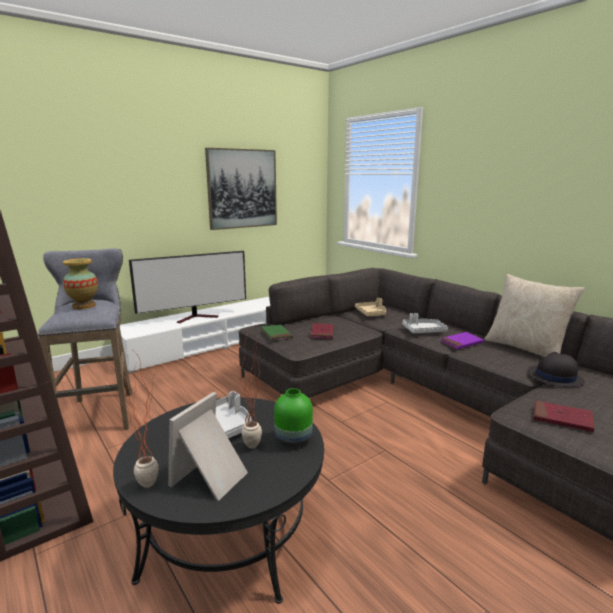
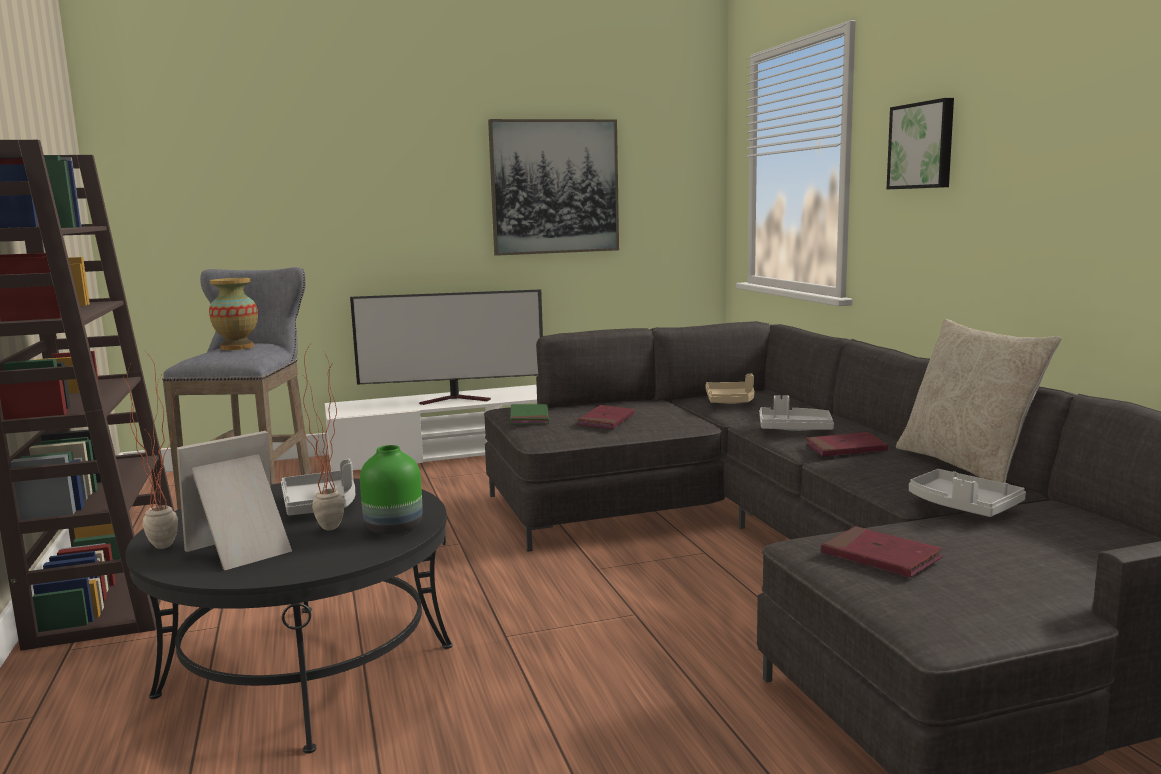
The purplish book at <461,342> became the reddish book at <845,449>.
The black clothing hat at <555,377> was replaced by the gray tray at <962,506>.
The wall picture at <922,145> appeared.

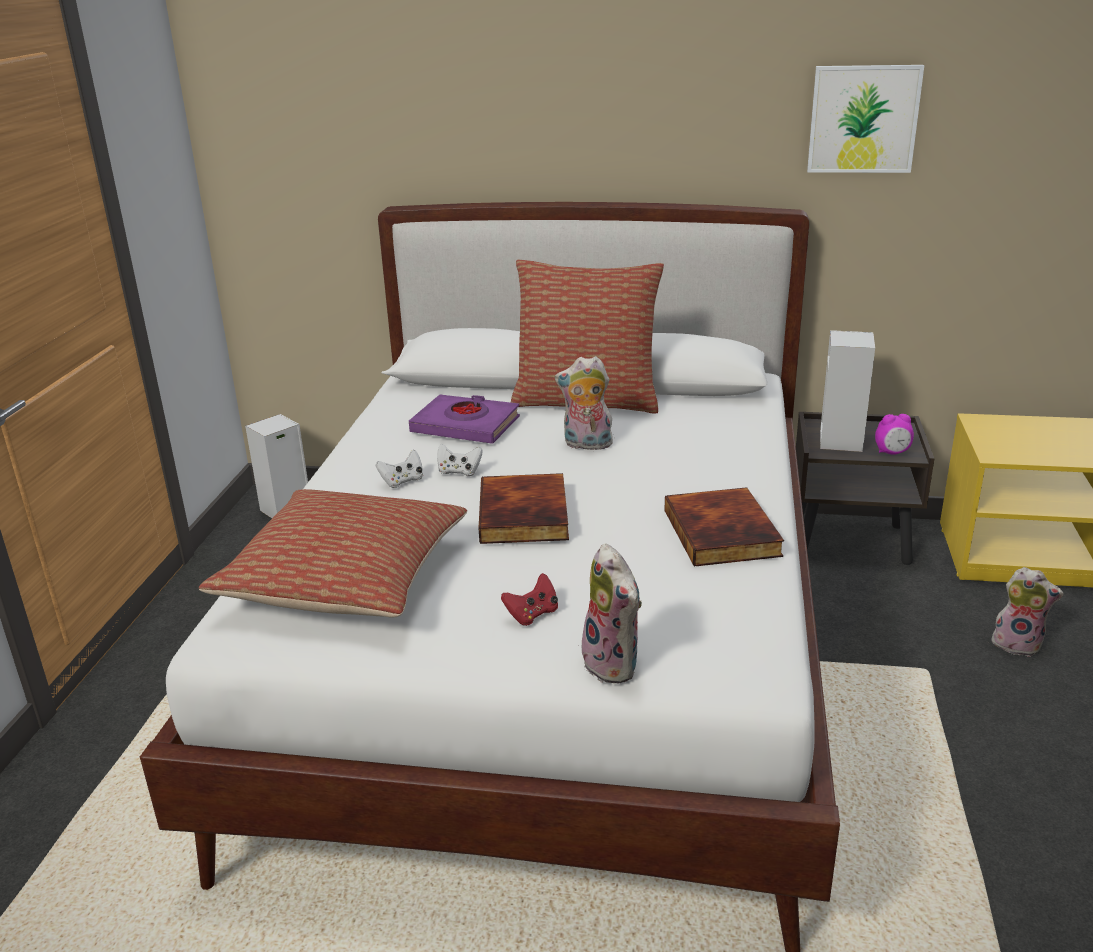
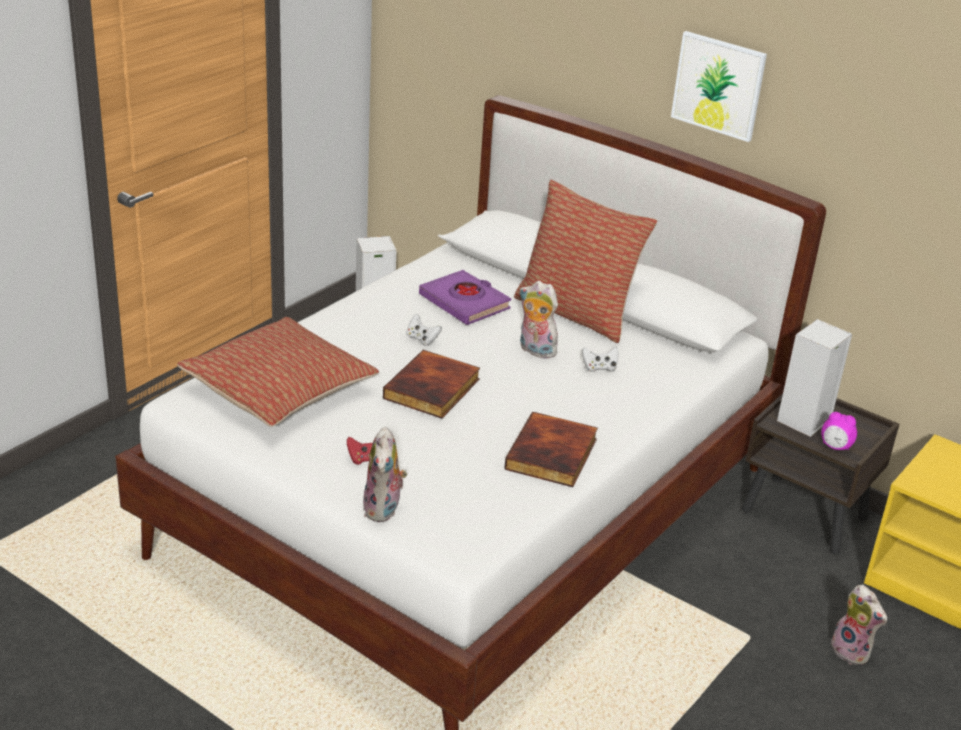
The white-coloured joypad moved from <402,481> to <599,368>.
The wall picture moved from <863,119> to <718,85>.

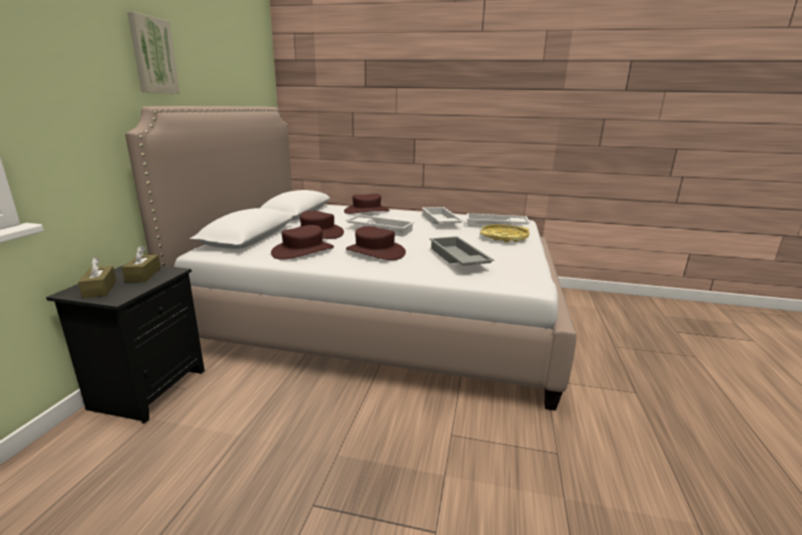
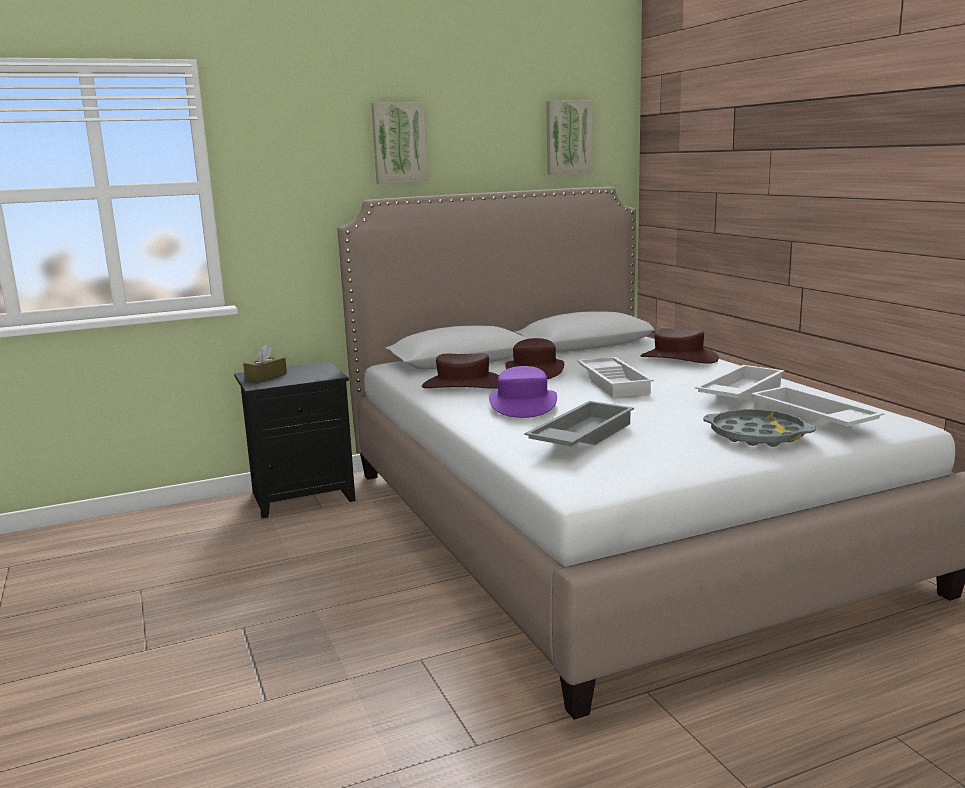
The brownish tissue holder at <143,275> disappeared.
The brownish clothing hat at <375,252> became the purplish clothing hat at <523,404>.
The yellow-coloured tray at <504,237> became the gray tray at <757,435>.
The wall picture at <568,138> appeared.

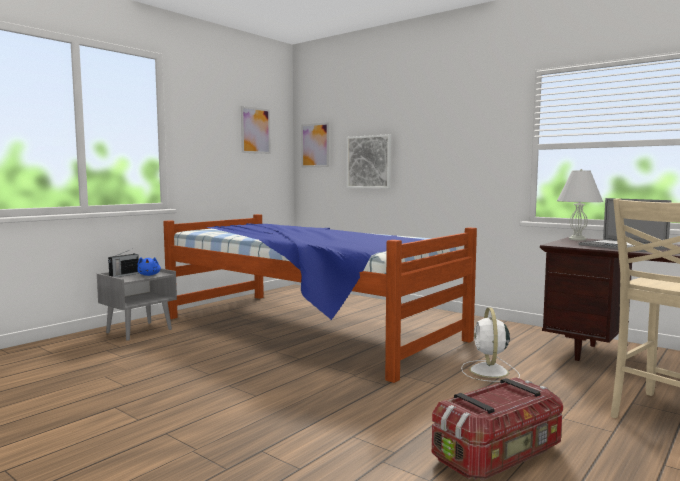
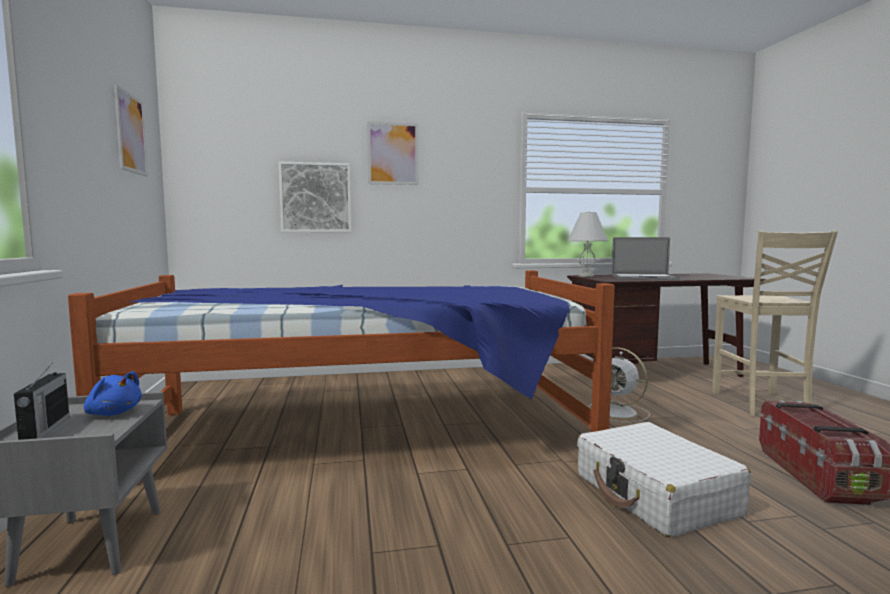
The wall picture moved from <315,145> to <393,153>.
The white-coloured travel case at <655,495> appeared.

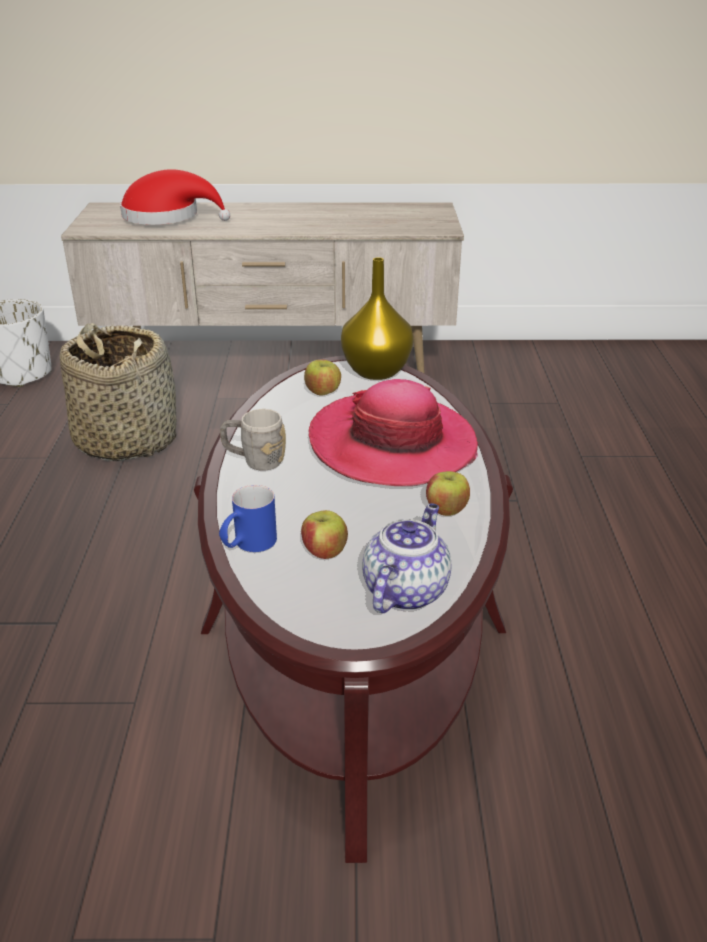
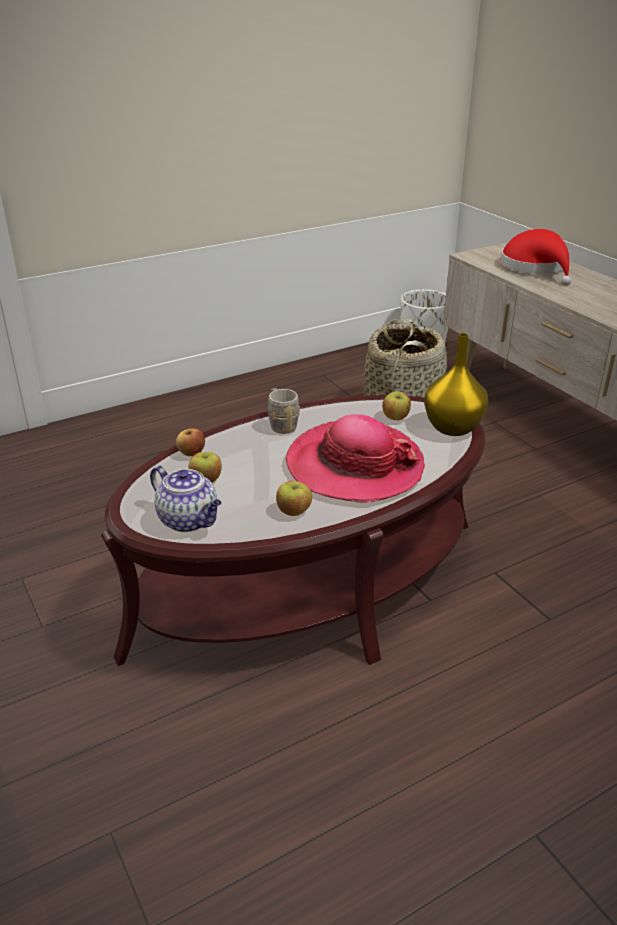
The bluish coffee mug at <248,545> was replaced by the apple fruit at <191,453>.
The pot for tea at <405,590> turned 45 degrees clockwise.

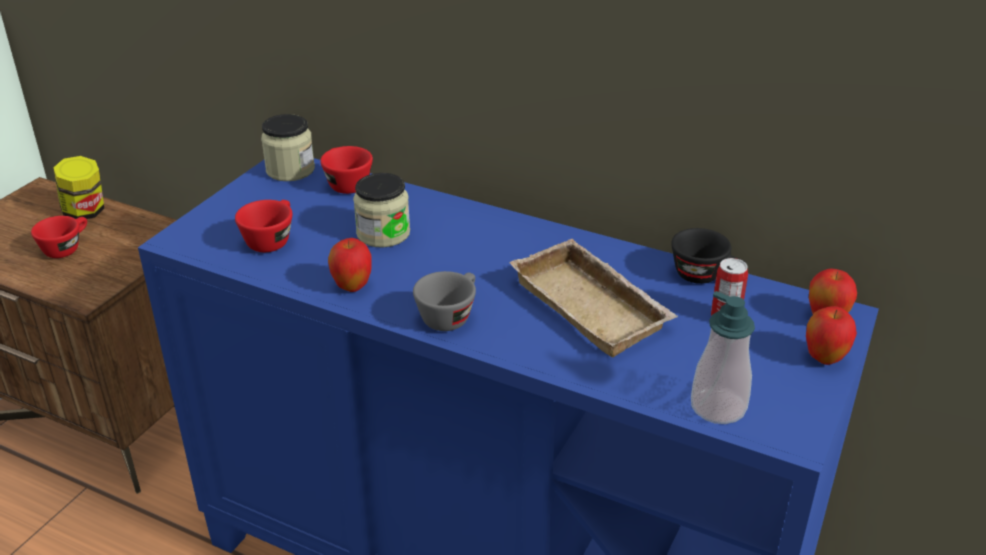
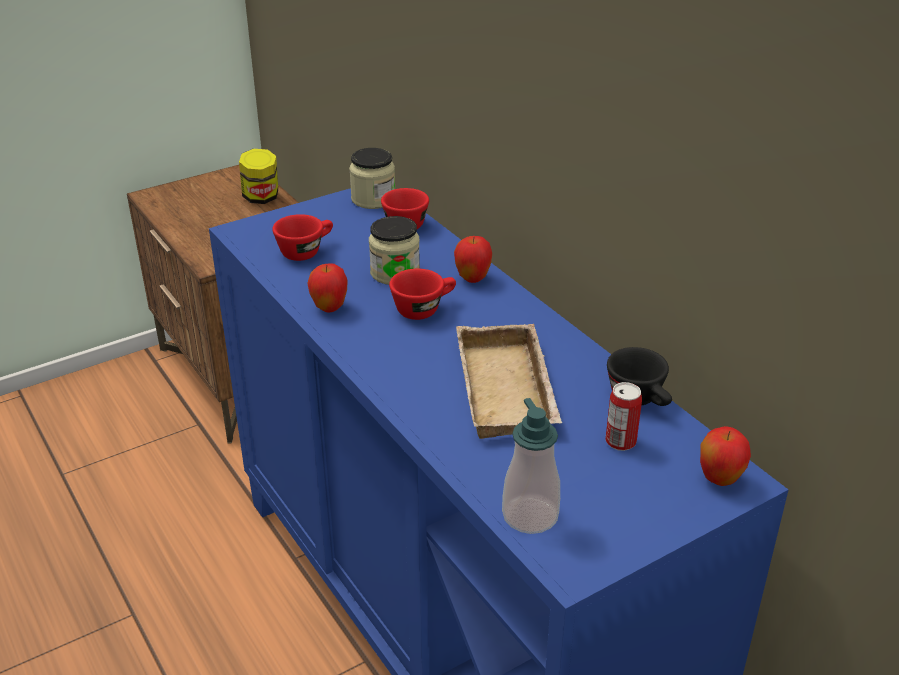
The reddish small cup moved from <66,248> to <424,309>.
The gray small cup at <449,315> disappeared.
The apple fruit moved from <824,359> to <472,279>.

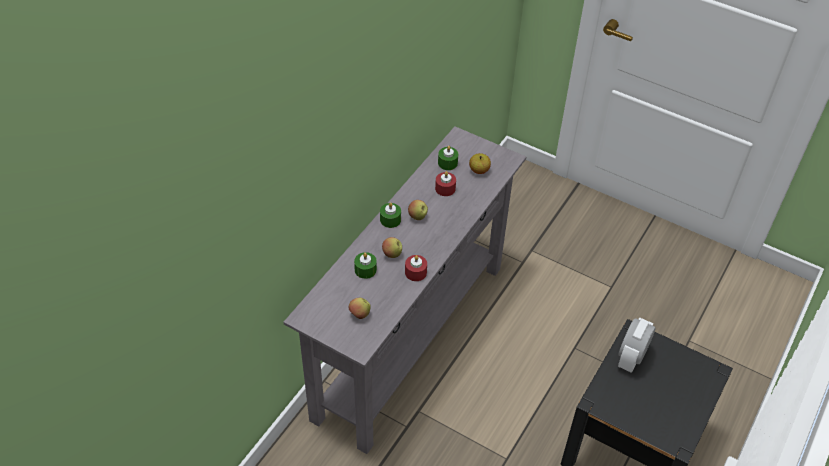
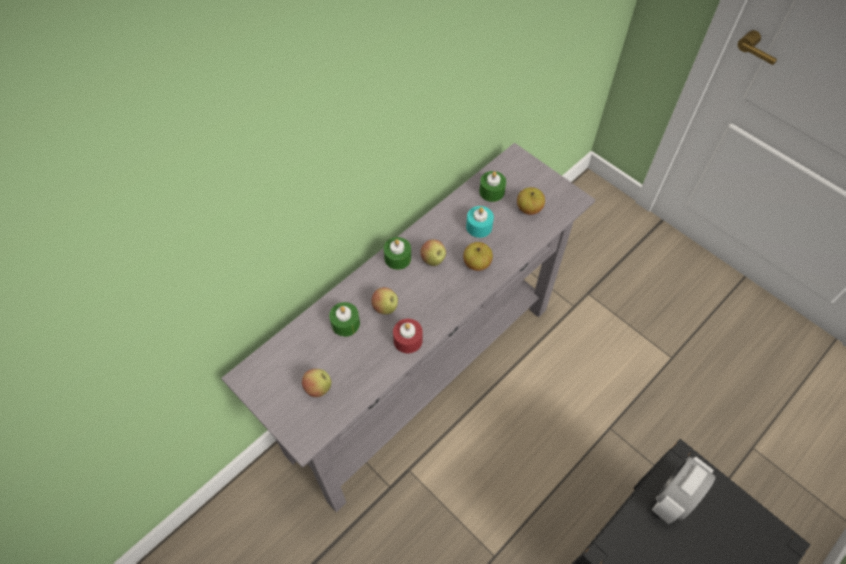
The reddish candle at <445,188> became the turquoise-coloured candle at <479,226>.
The apple fruit at <477,263> appeared.

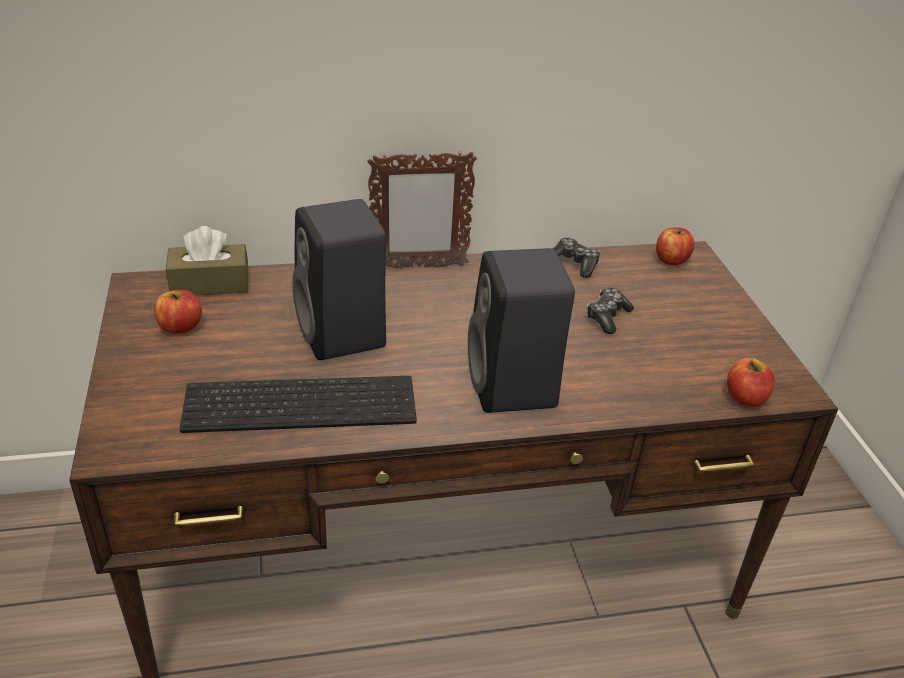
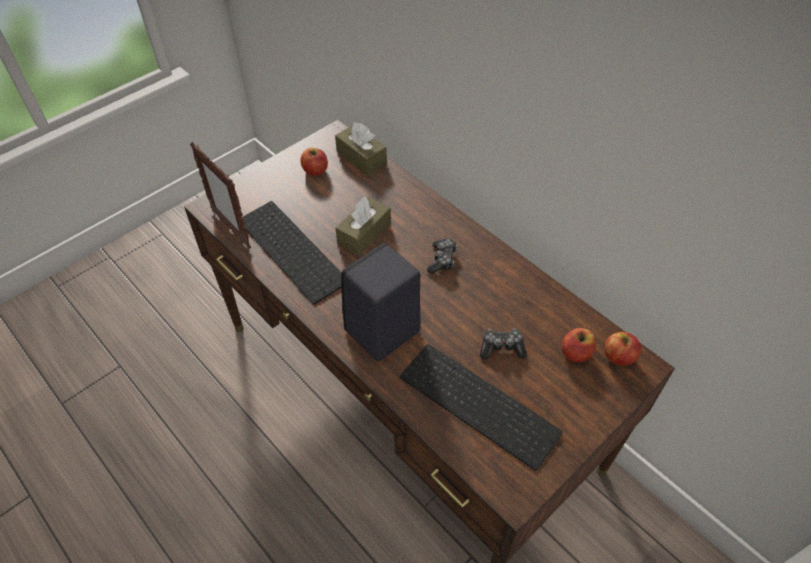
The black loudspeaker at <343,335> was replaced by the brownish tissue holder at <364,233>.
The photo frame moved from <418,267> to <231,229>.
The joypad moved from <574,264> to <442,259>.
The apple fruit moved from <745,398> to <576,353>.
The keyboard at <481,403> appeared.

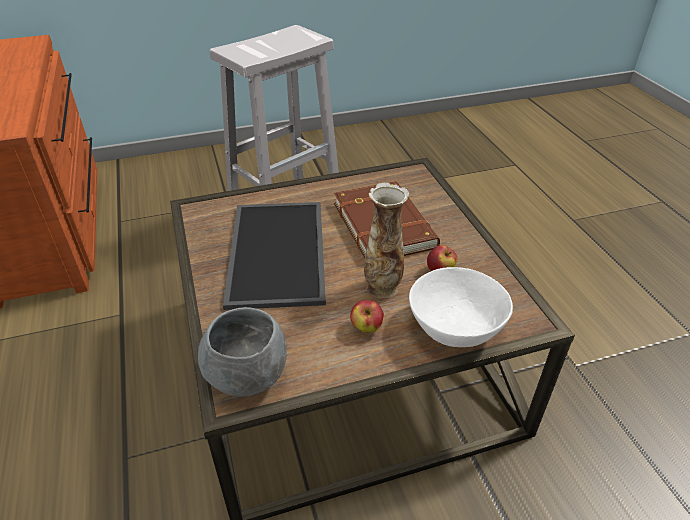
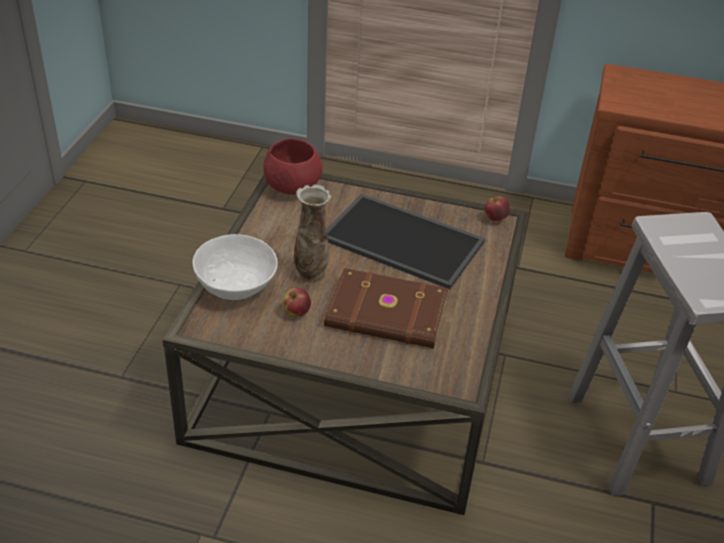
The gray bowl at <247,376> became the reddish bowl at <292,187>.
The apple fruit moved from <366,327> to <495,218>.

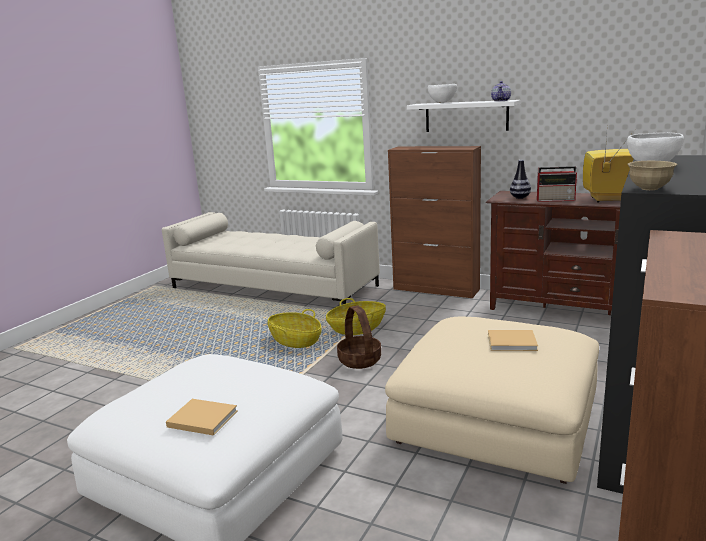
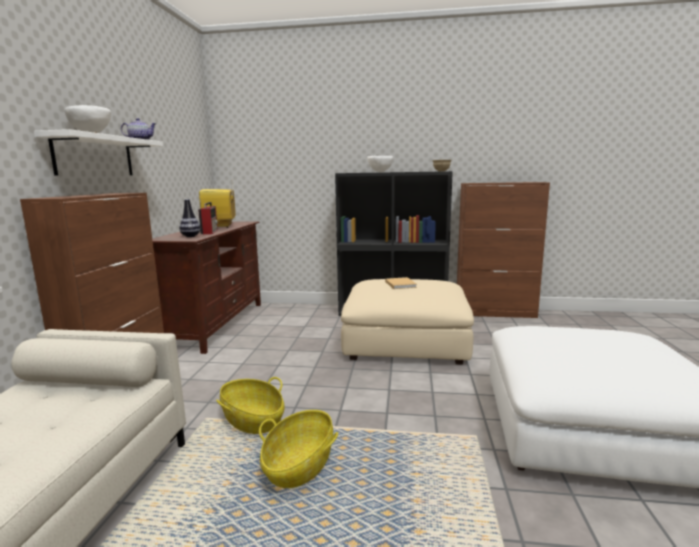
The beige-coloured book at <201,418> disappeared.
The basket at <360,360> disappeared.

